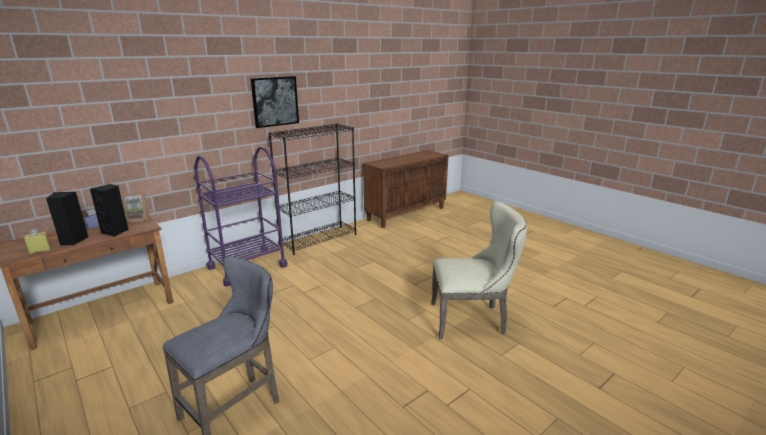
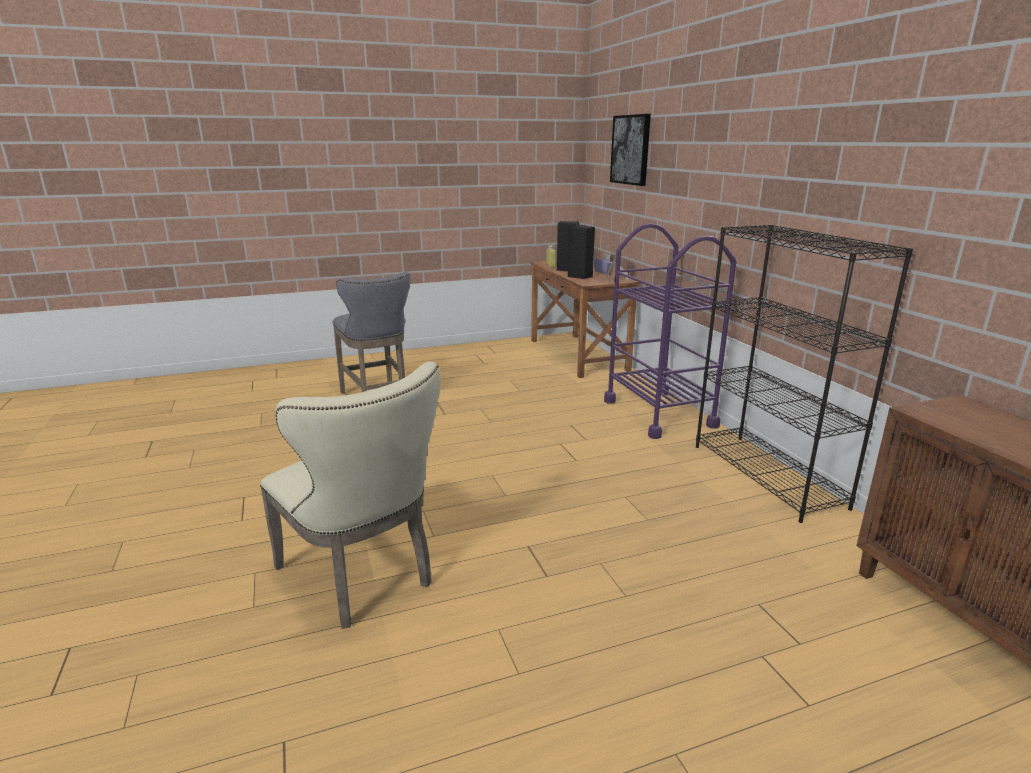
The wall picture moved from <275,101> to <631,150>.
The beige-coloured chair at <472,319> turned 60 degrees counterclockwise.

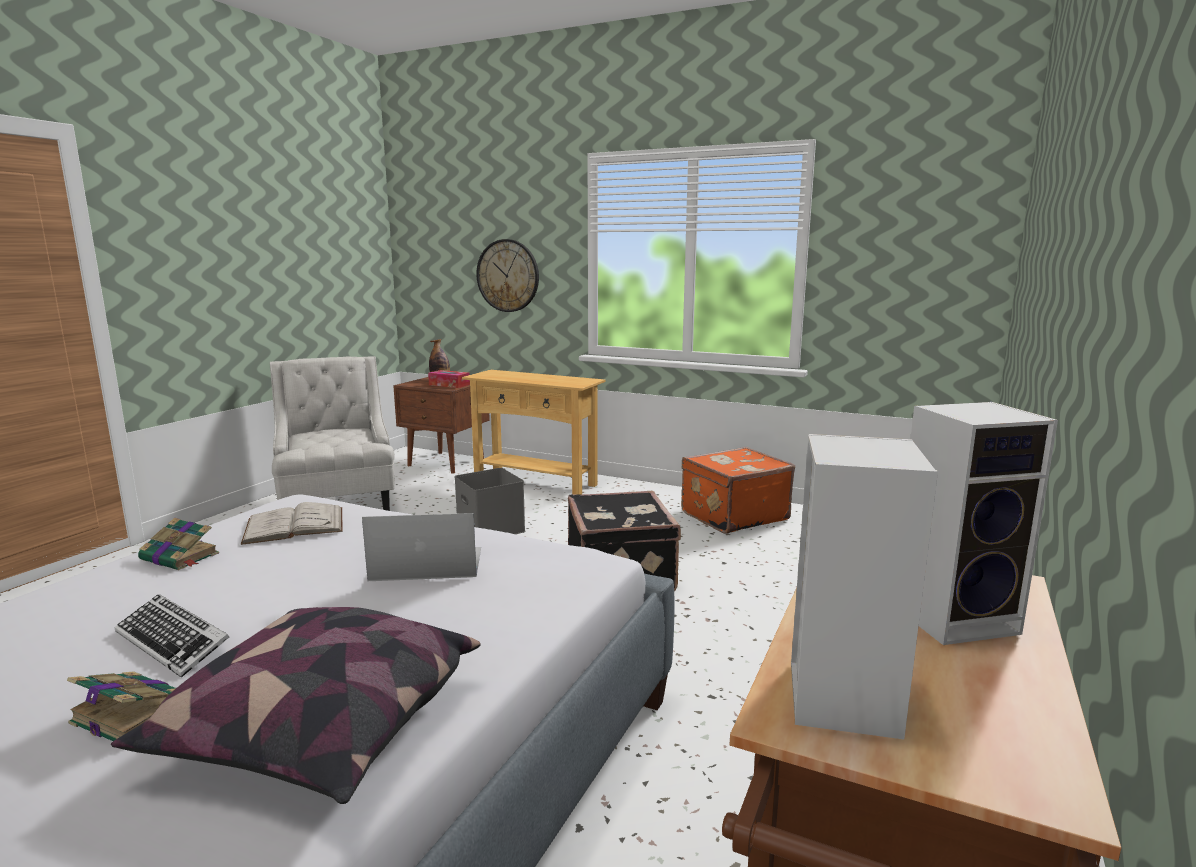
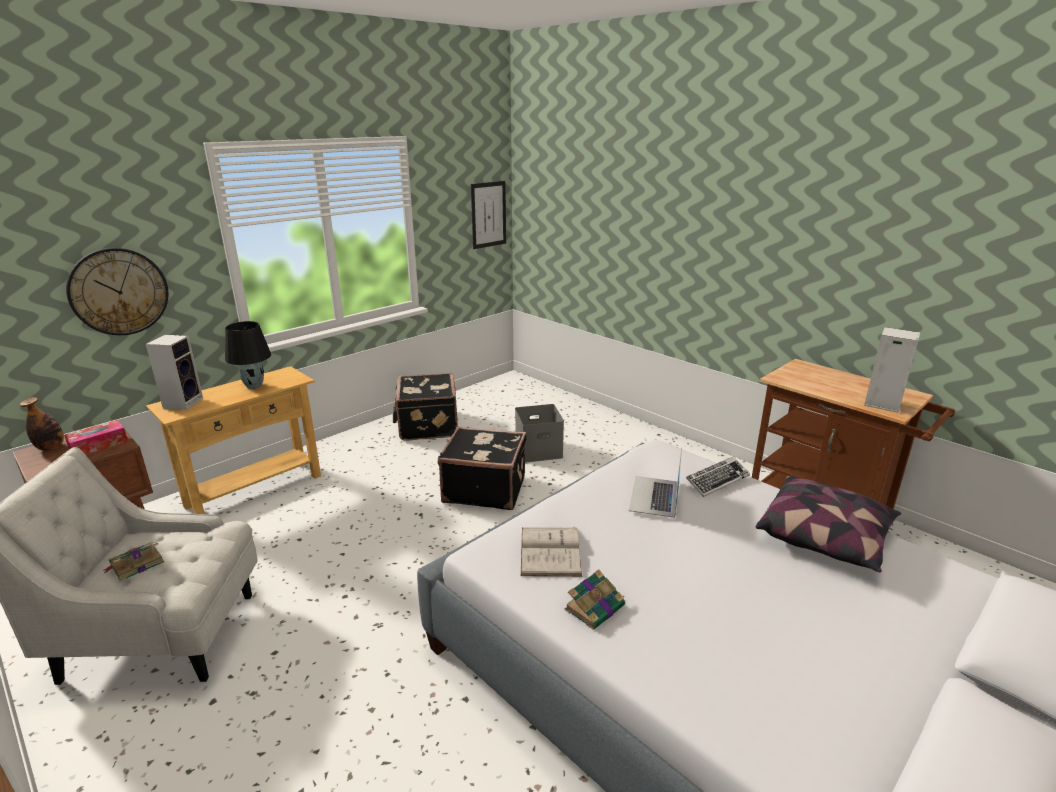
The book moved from <130,713> to <136,564>.
The keyboard moved from <173,642> to <717,480>.
The gray storage bin moved from <489,528> to <538,451>.
The orange travel case at <732,515> became the black travel case at <427,425>.
The loudspeaker moved from <956,617> to <183,402>.
The black lamp for a table at <254,386> appeared.
The wall picture at <488,214> appeared.

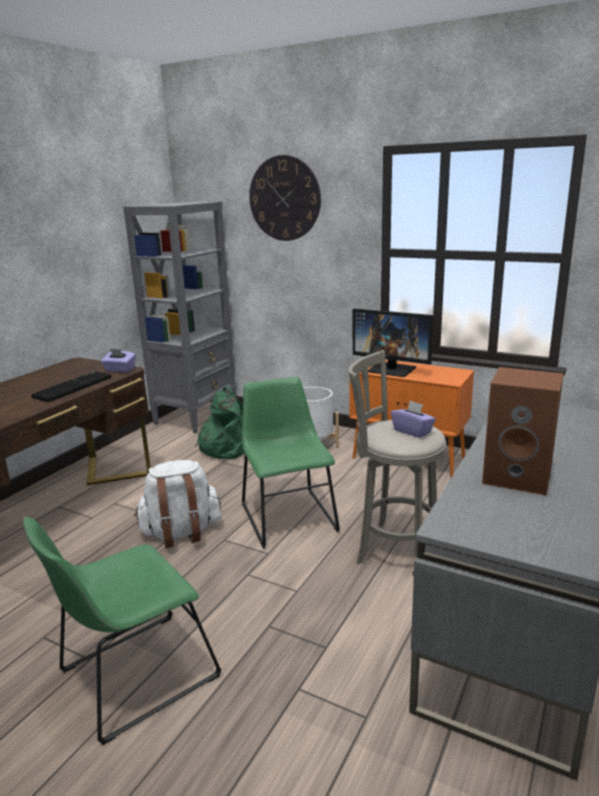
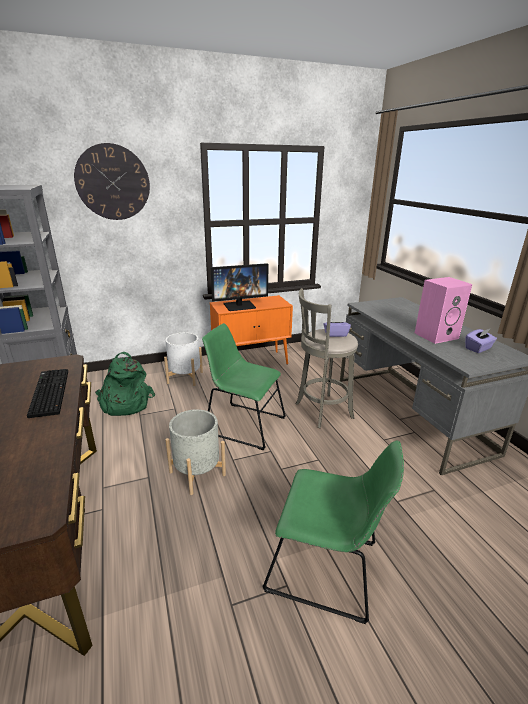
The greenish chair at <133,677> turned 75 degrees counterclockwise.
The purplish tissue holder moved from <120,370> to <478,348>.
The white-coloured knapsack at <181,532> was replaced by the gray plant pot at <197,473>.
The brownish loudspeaker at <519,477> became the pink-coloured loudspeaker at <436,335>.

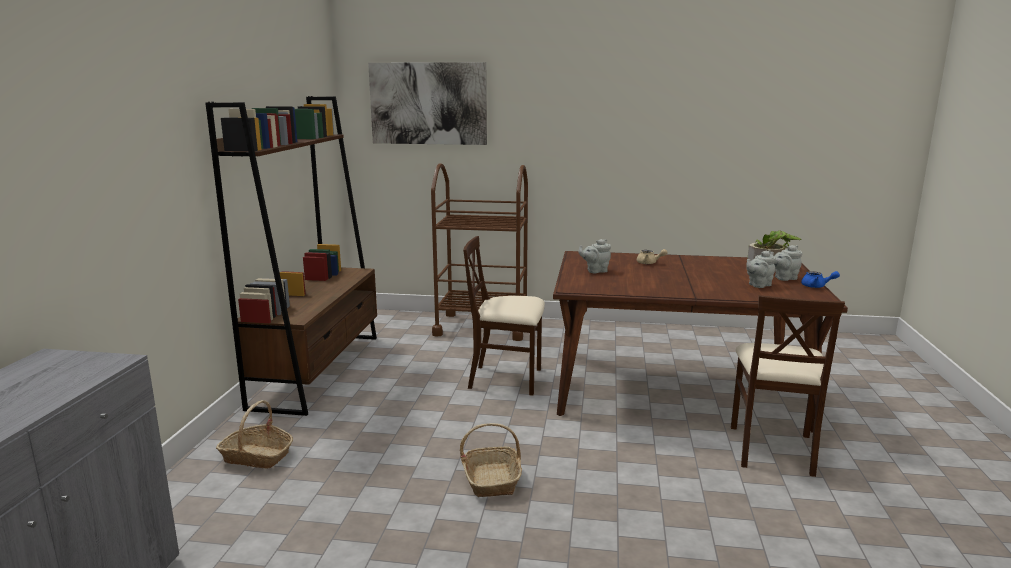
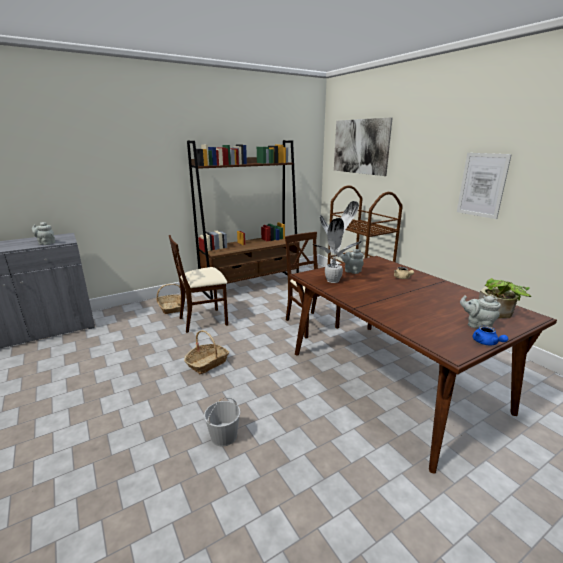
The beige-coloured chair moved from <772,449> to <204,320>.
The gray pot for tea moved from <758,285> to <46,243>.
The white-coloured water bucket at <223,436> appeared.
The houseplant at <334,280> appeared.
The wall picture at <482,185> appeared.

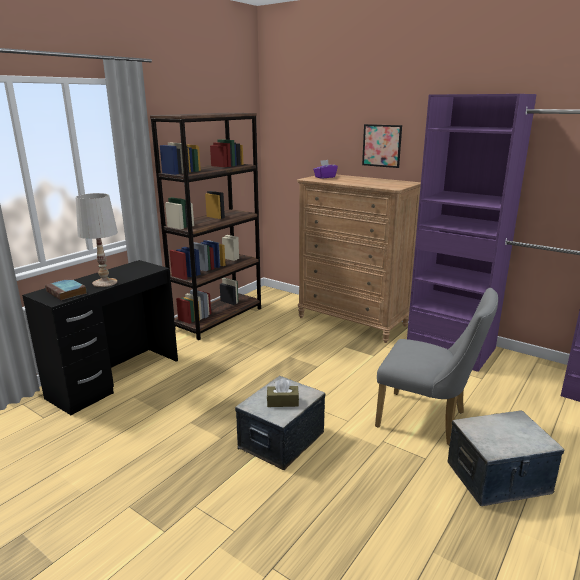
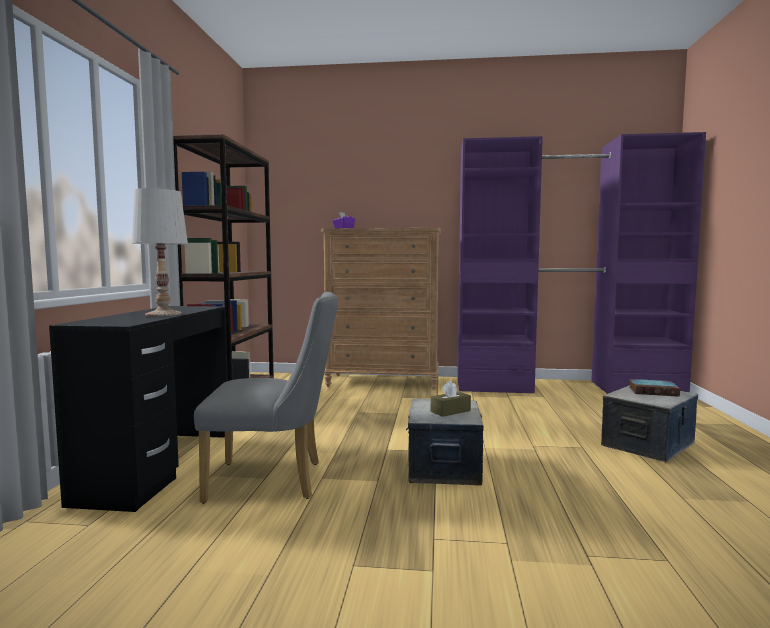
The book moved from <67,292> to <654,391>.
The wall picture at <381,145> disappeared.
The gray chair moved from <428,421> to <275,481>.

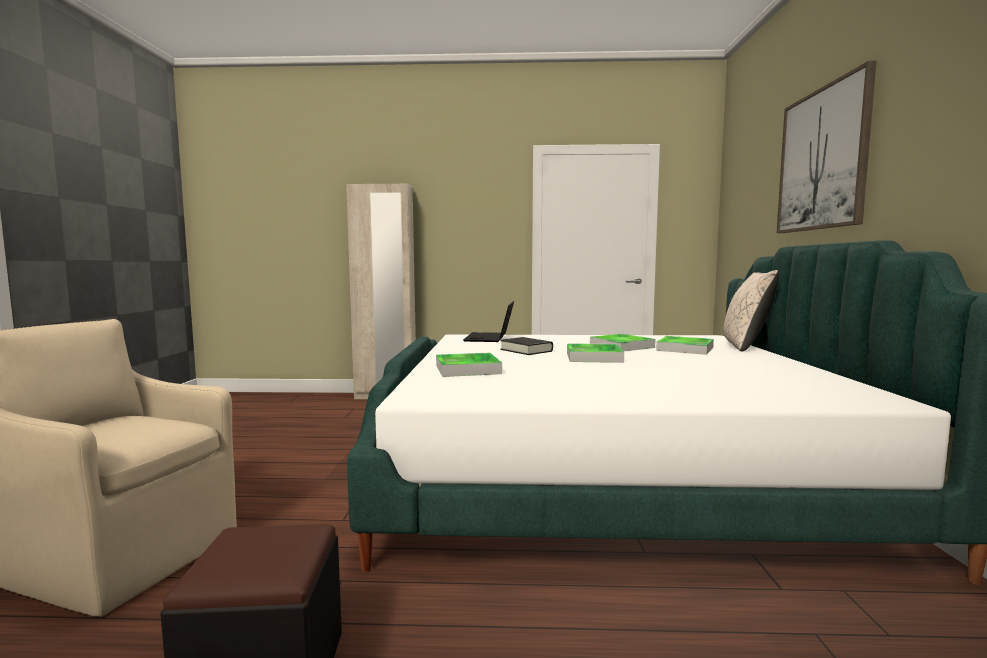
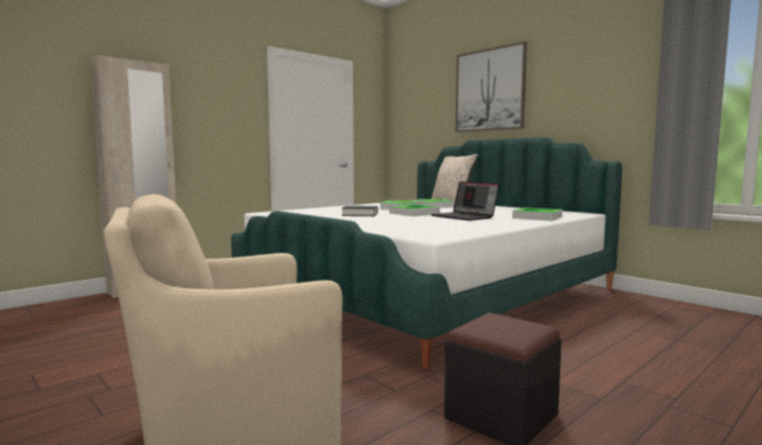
The tray moved from <467,369> to <537,217>.
The portable computer moved from <490,338> to <465,217>.

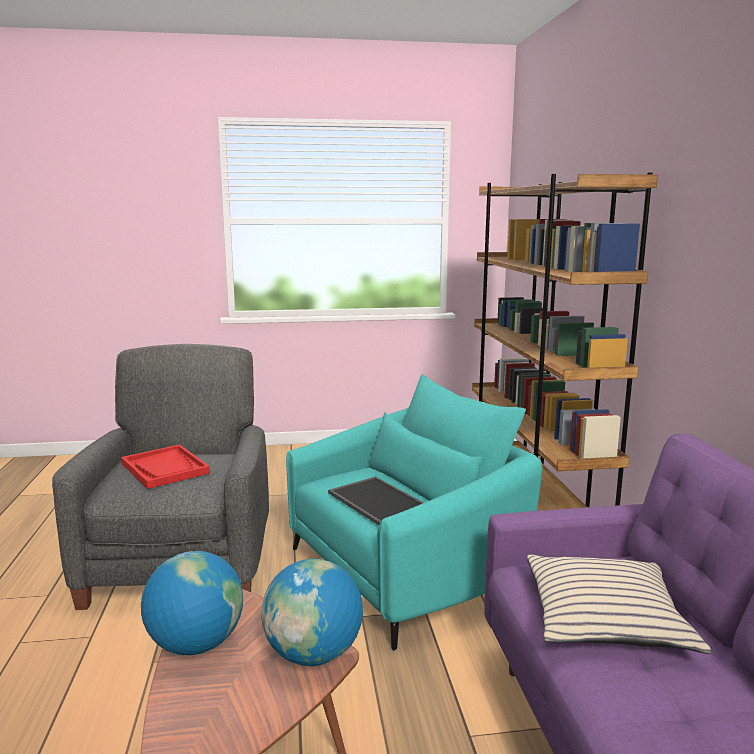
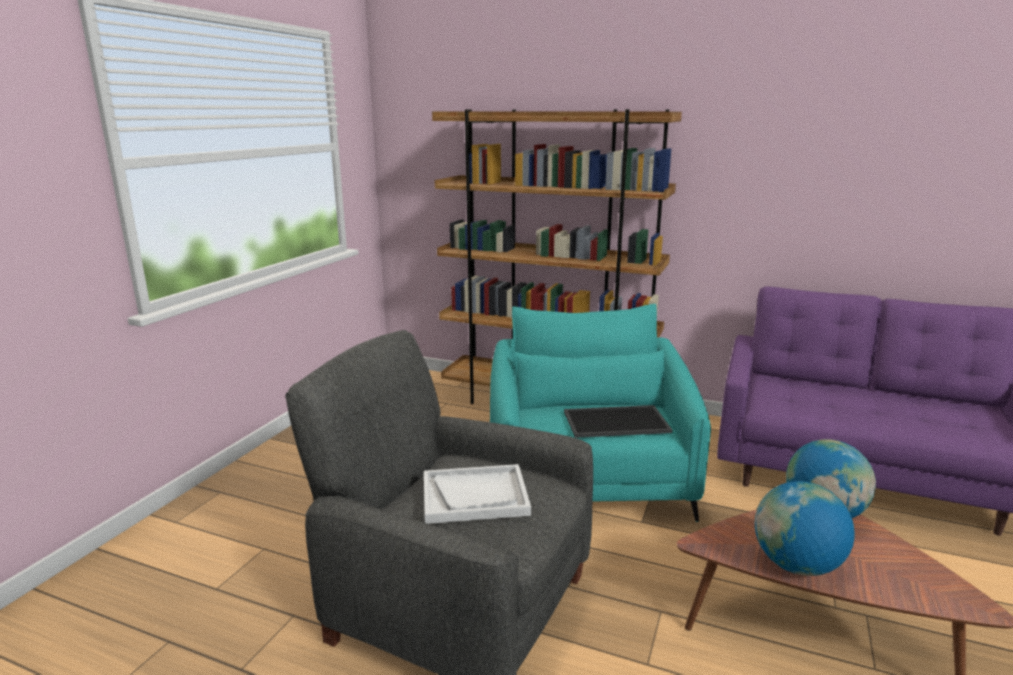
The reddish tray at <165,468> became the white-coloured tray at <475,496>.
The beige-coloured pillow at <605,618> disappeared.

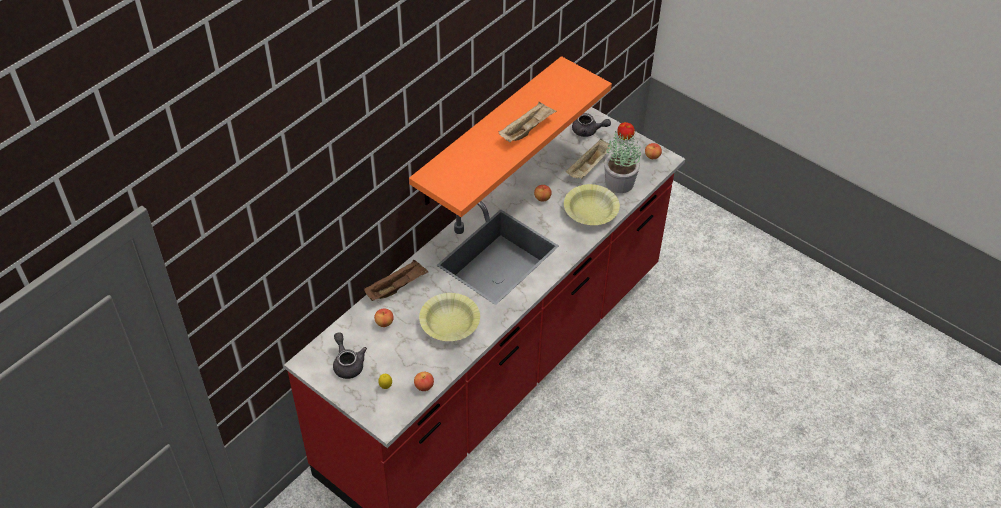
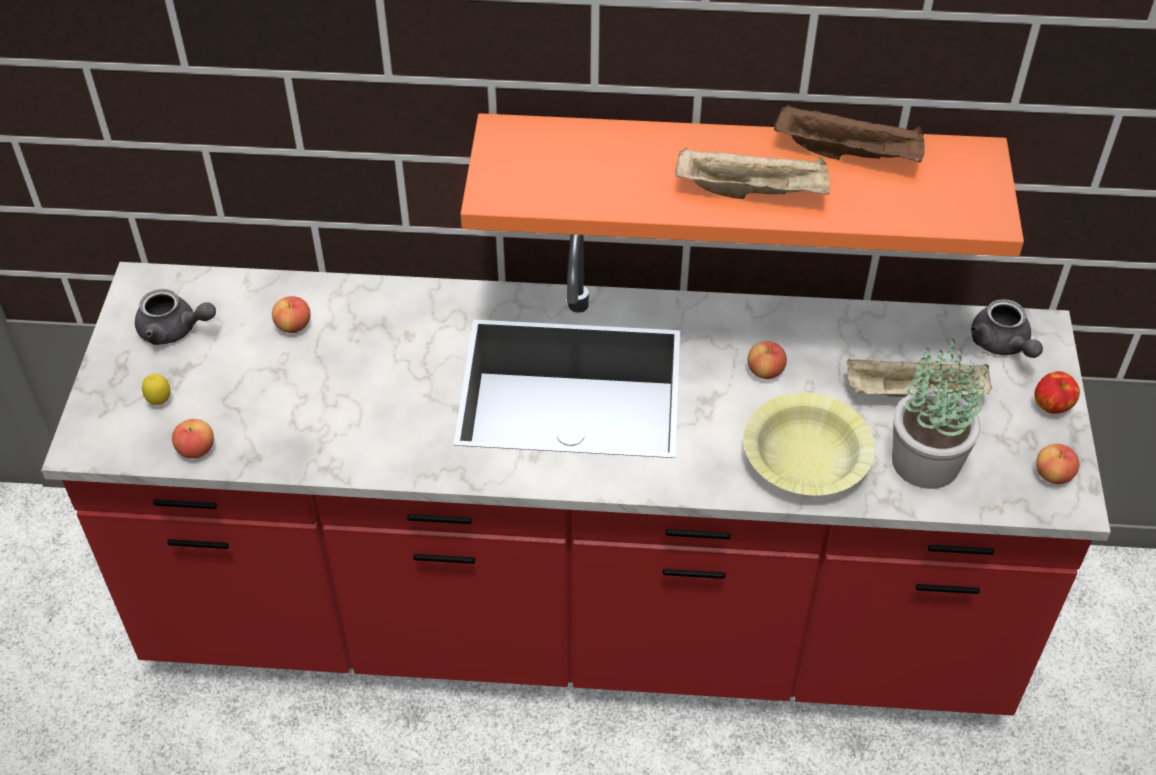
The gray pot for tea at <348,363> turned 75 degrees clockwise.
The brownish tray moved from <397,287> to <849,154>.
The yellow-coloured bowl at <450,323> disappeared.

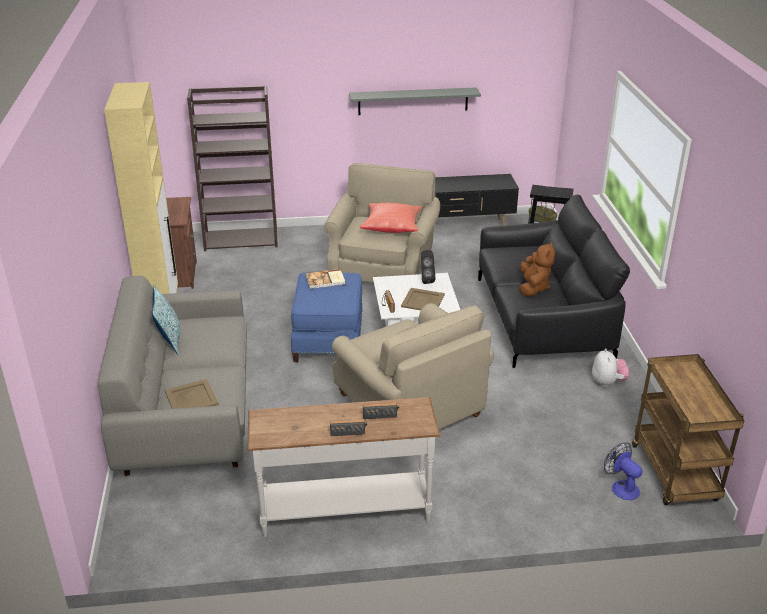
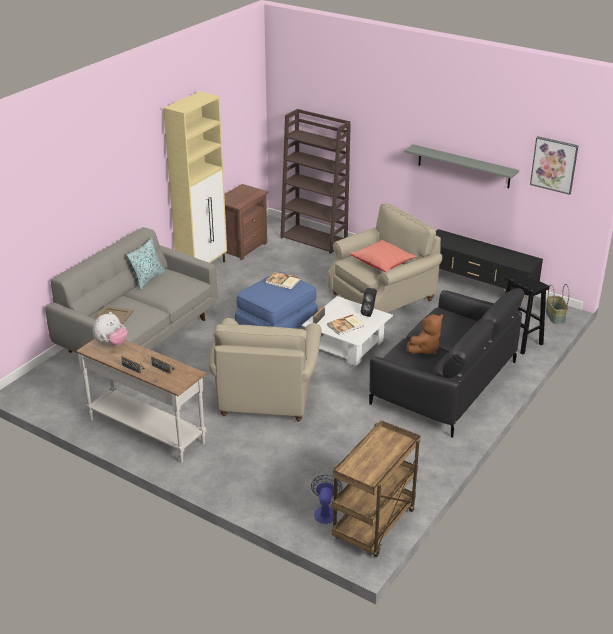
The beige-coloured tray at <423,300> was replaced by the book at <346,326>.
The cuddly toy moved from <608,382> to <111,343>.
The wall picture at <554,165> appeared.

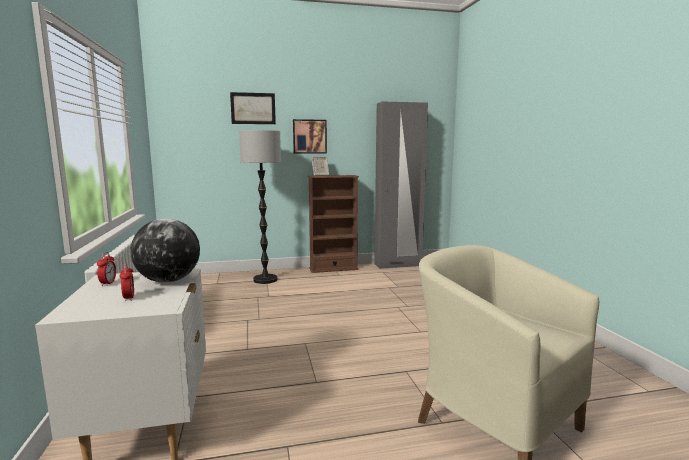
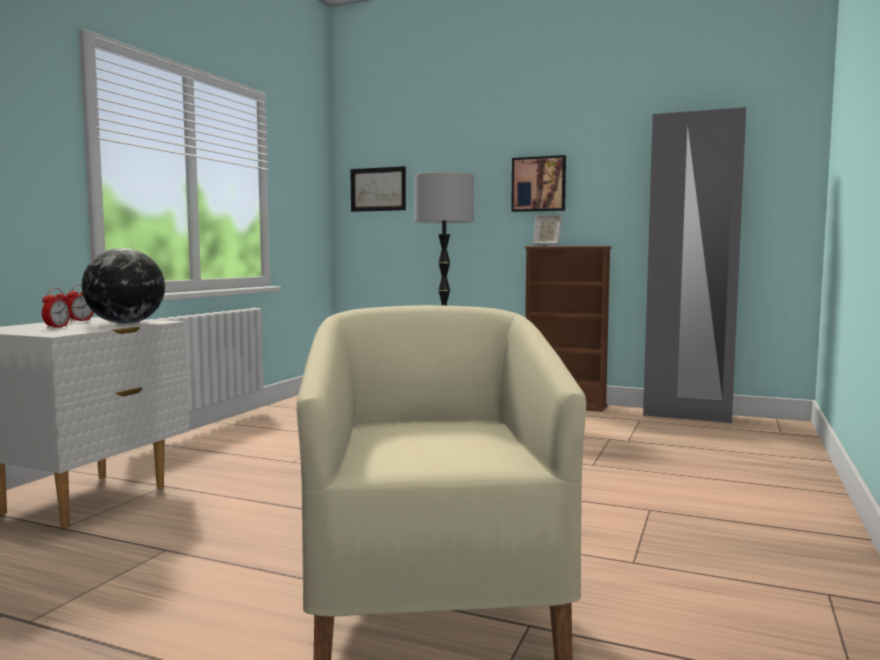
The wall picture moved from <253,108> to <378,189>.

